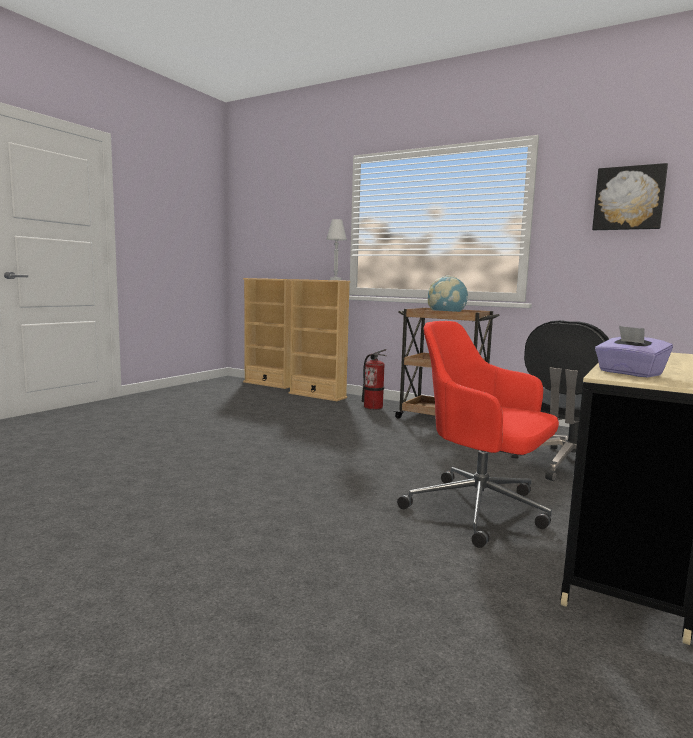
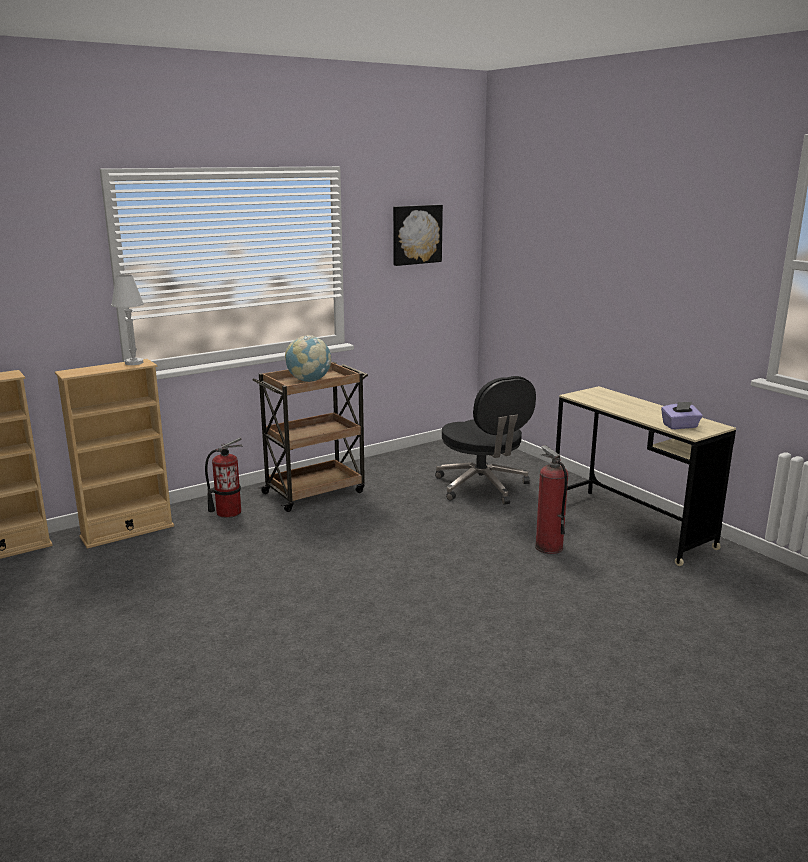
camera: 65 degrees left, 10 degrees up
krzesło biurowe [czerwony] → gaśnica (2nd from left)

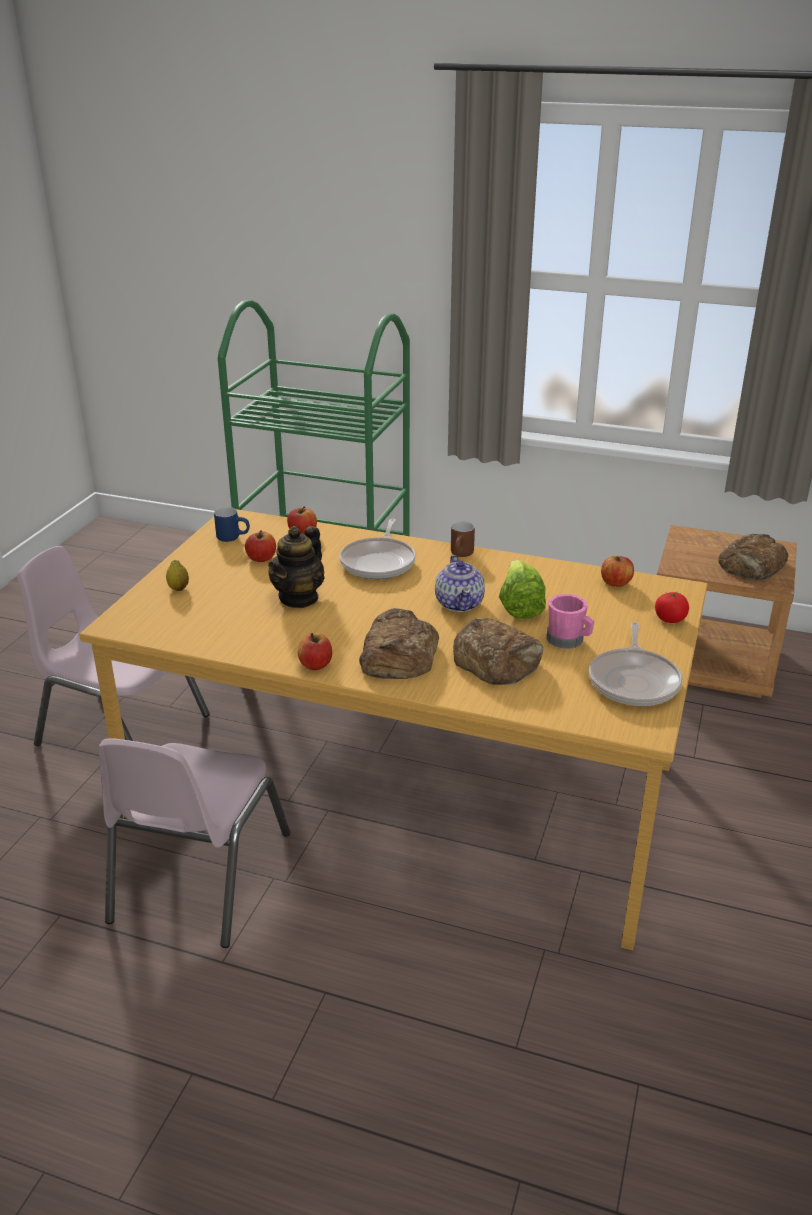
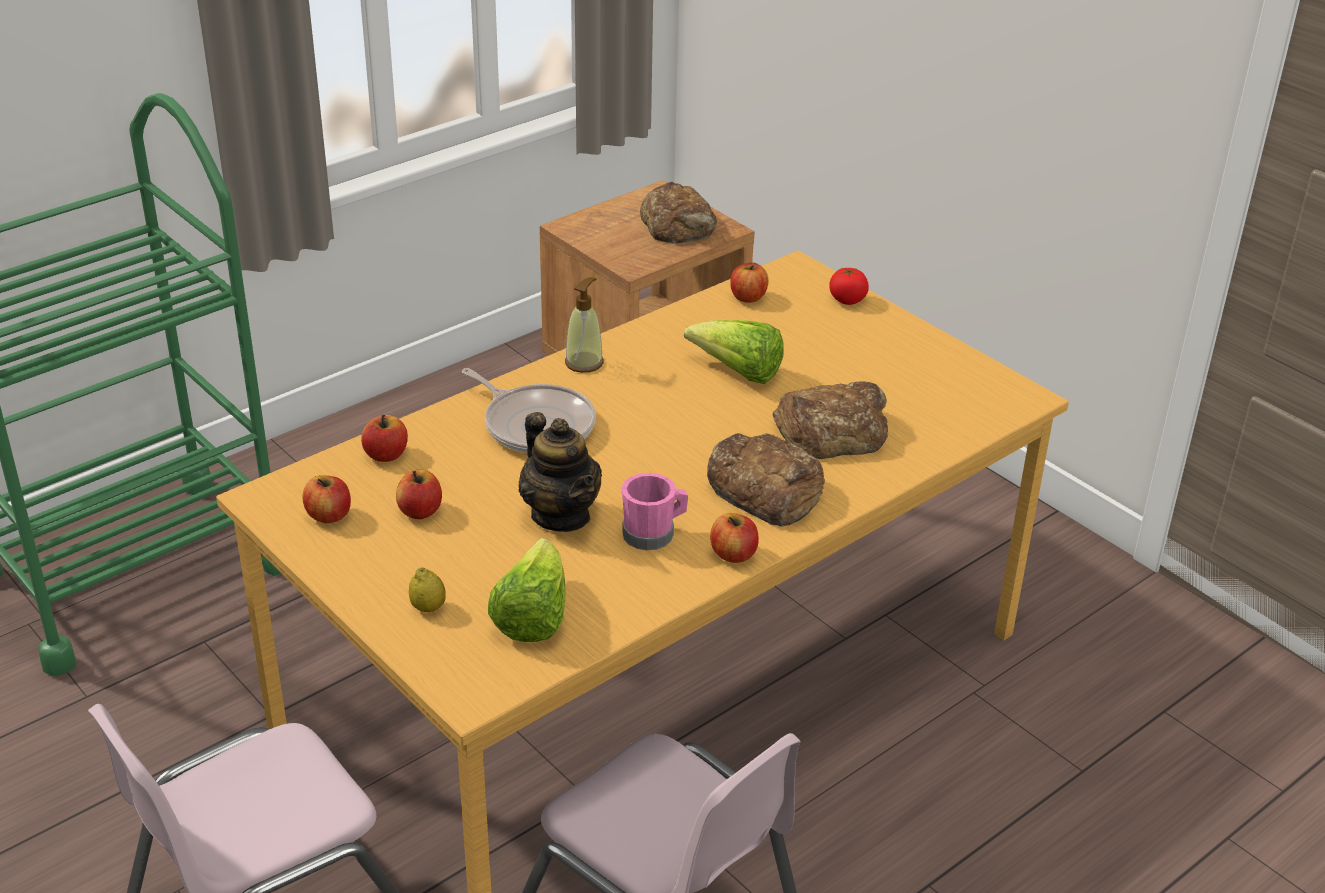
camera: 60 degrees left, 5 degrees up
kubek [niebieski] → jabłko (1st from left)
kubek [brązowy] → dozownik mydła
imbryk (2nd from left) → -
kubek [różowy], moved
patelnia (2nd from left) → -
- → sałata (1st from left)

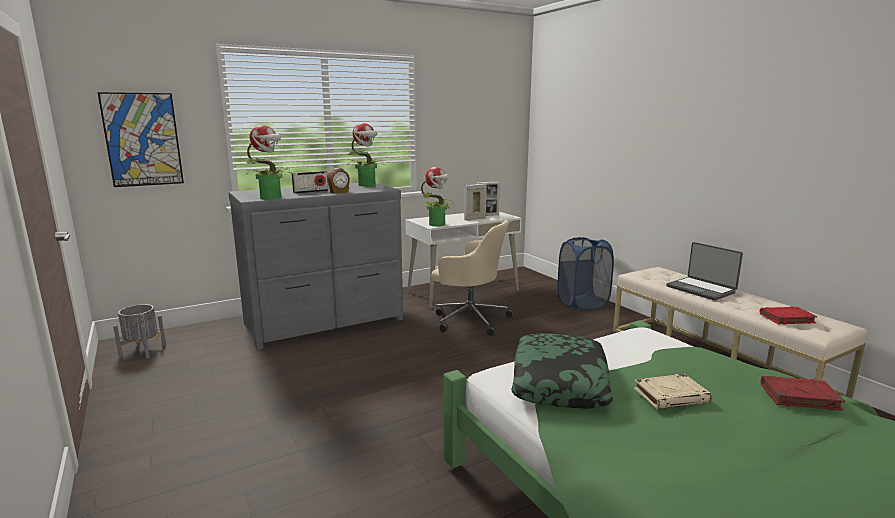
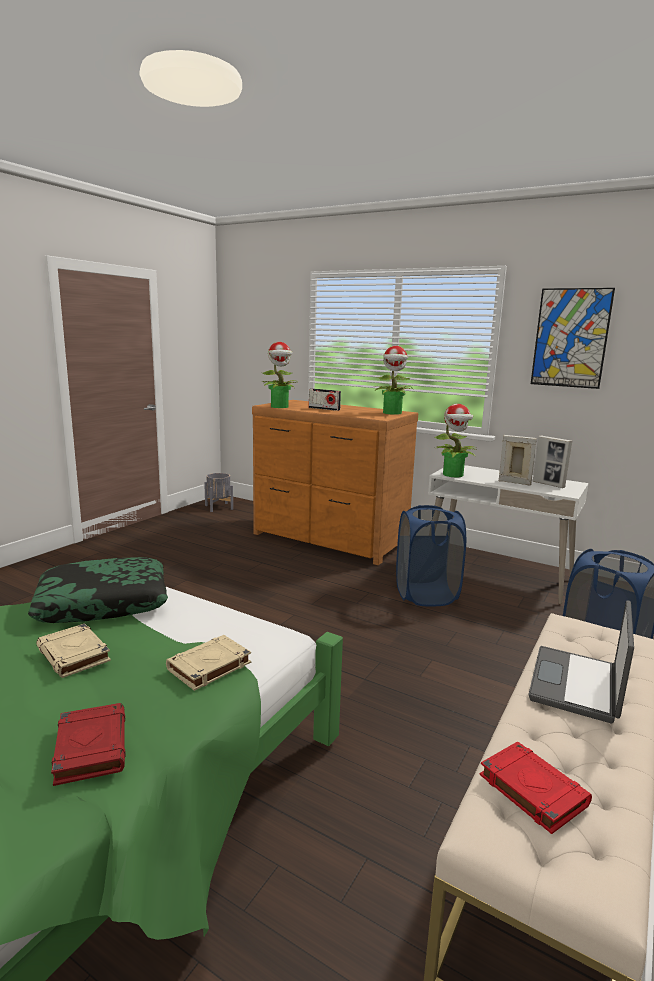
camera: 60 degrees right, 0 degrees up
obraz, moved
budzik → -
komoda [szary] → komoda [brązowy]
krzesło biurowe [beżowy] → kosz na pranie [niebieski] (1st from left)
- → książka [beżowy] (2nd from left)

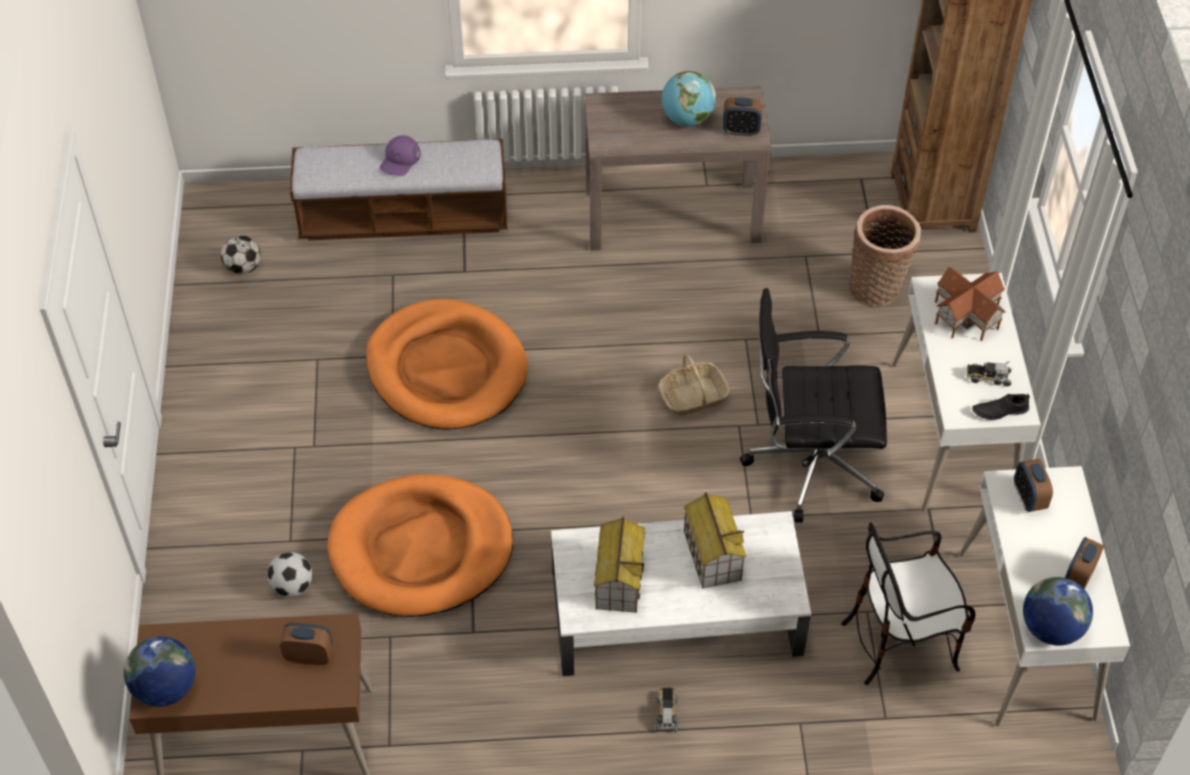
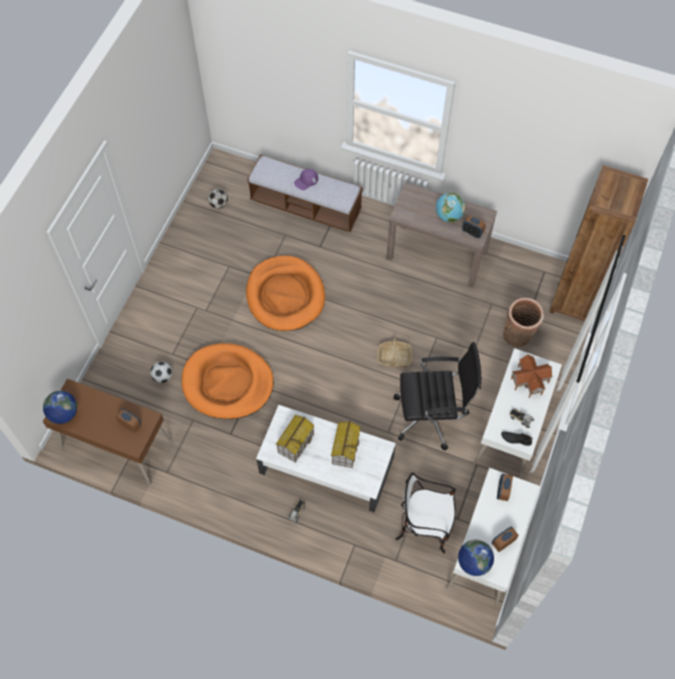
camera: 25 degrees right, 10 degrees up
krzesło biurowe [czarny], 150 degrees clockwise

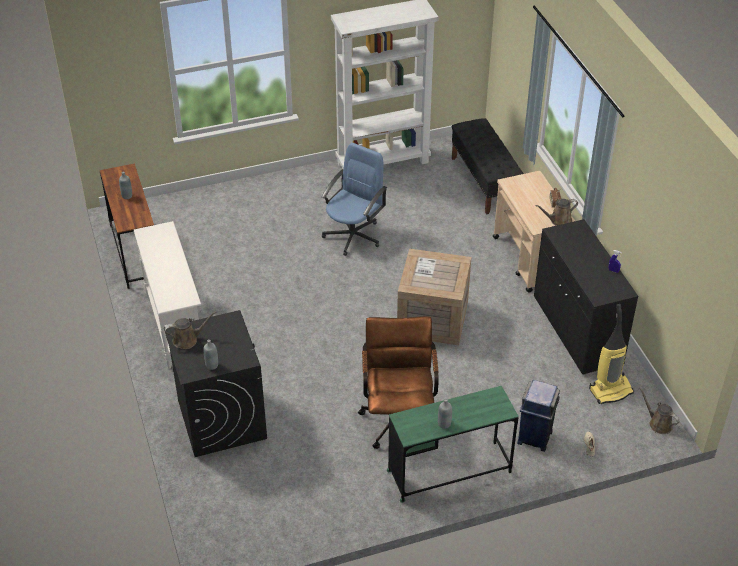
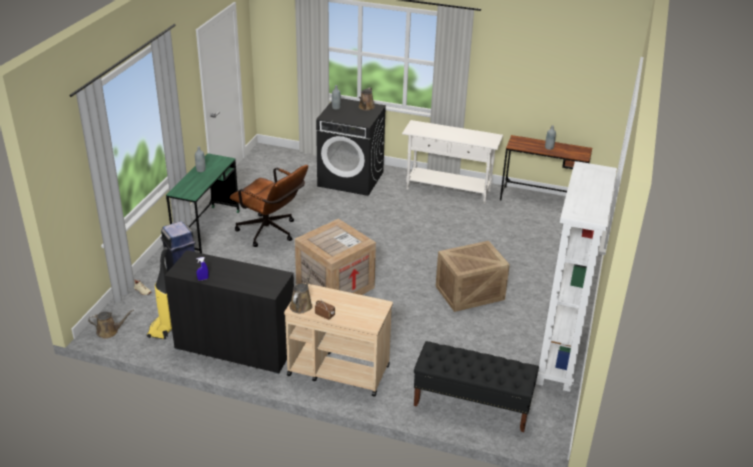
camera: 125 degrees right, 10 degrees down
krzesło biurowe [niebieski] → skrzynka (2nd from left)

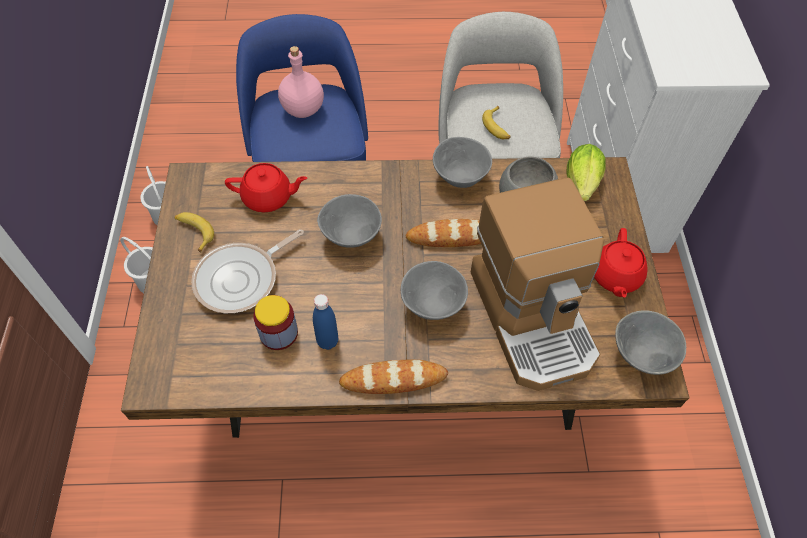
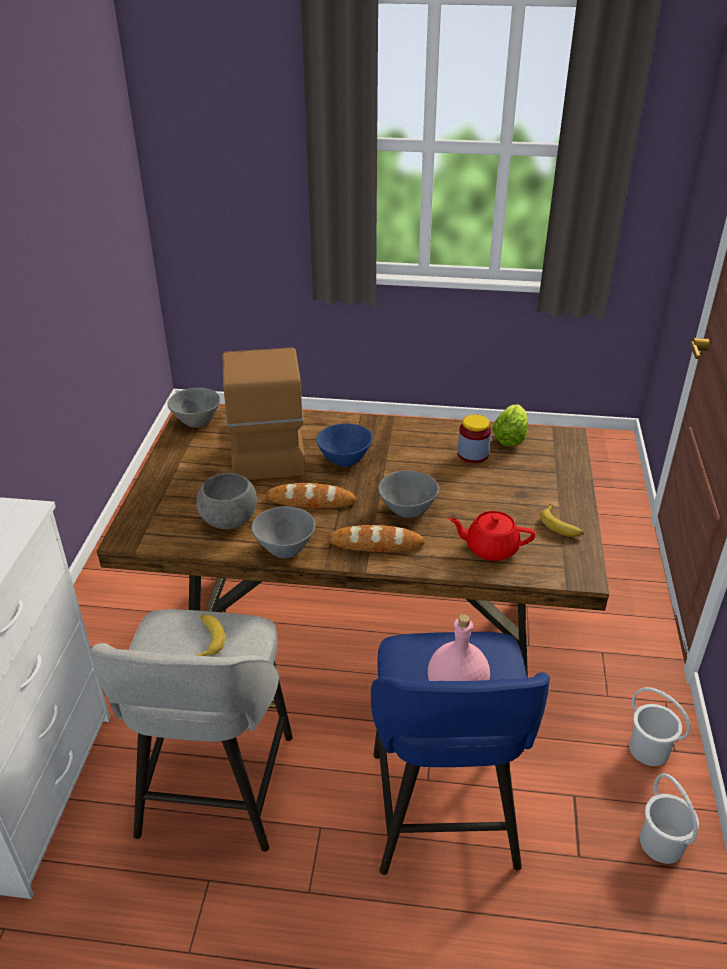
camera: 170 degrees left, 20 degrees down
sałata, moved
imbryk [czerwony] (2nd from left) → -
patelnia → -
miska [szary] (2nd from left) → miska [niebieski]
butelka [niebieski] → -
chleb (1st from left in the first image) → chleb (2nd from left), moved

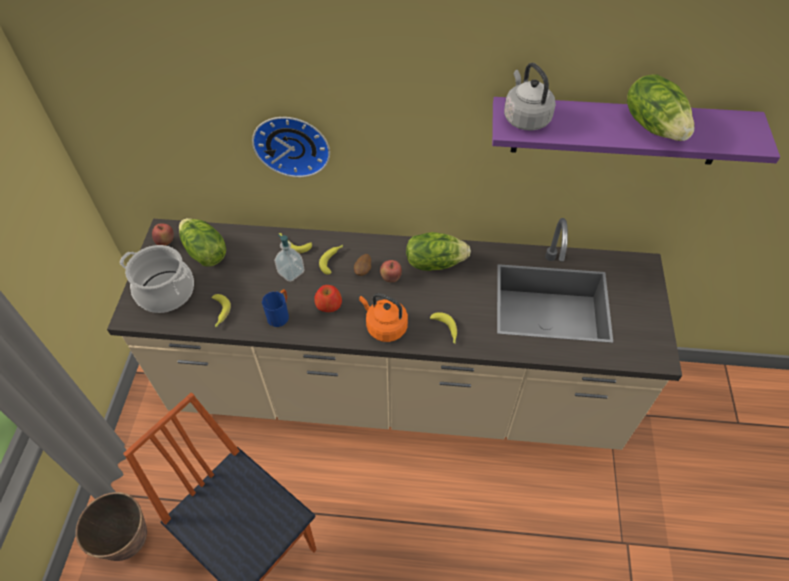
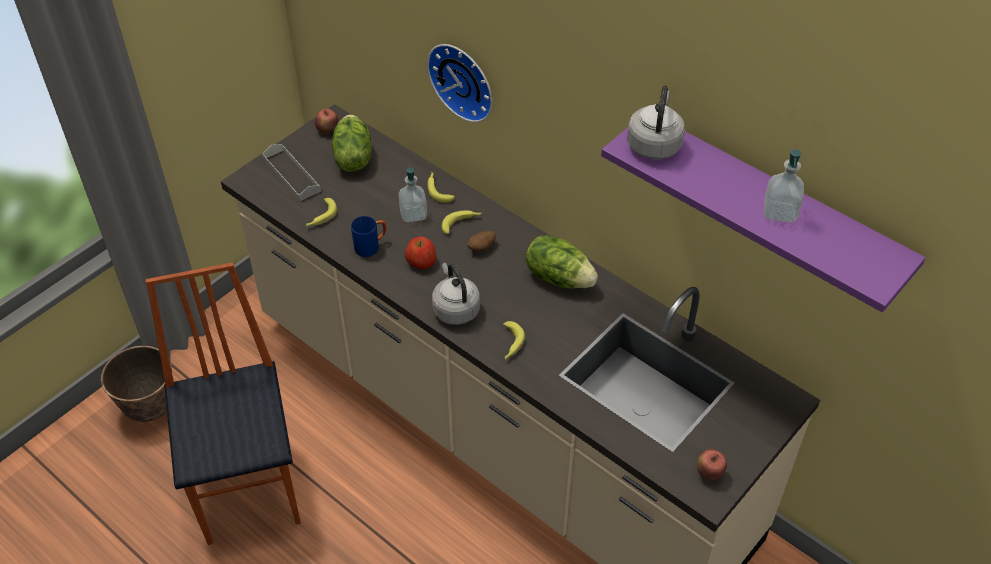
camera: 35 degrees right, 5 degrees down
sałata (3rd from left) → dozownik mydła (2nd from left)
garnek → taca [szary]
jabłko (3rd from left), moved
czajnik [pomarańczowy] → czajnik [szary] (1st from left)

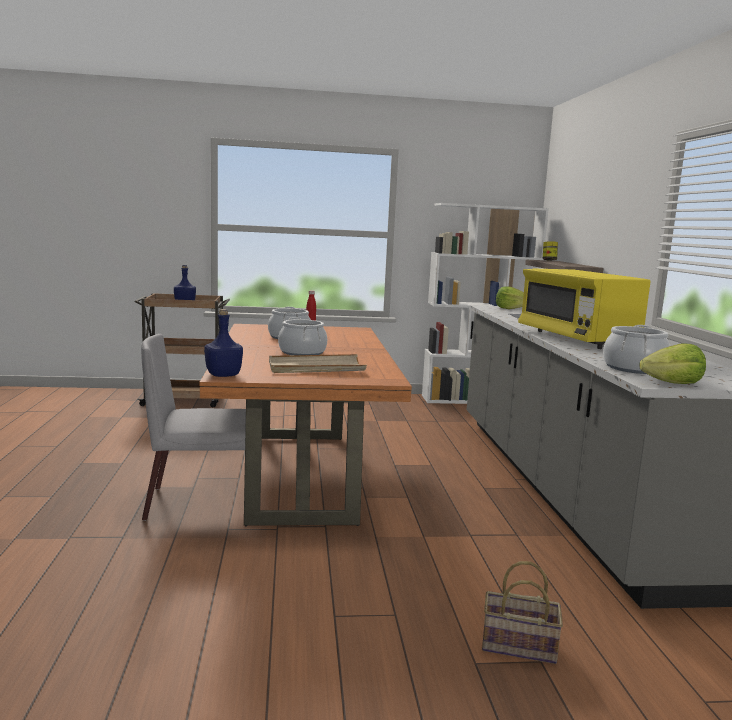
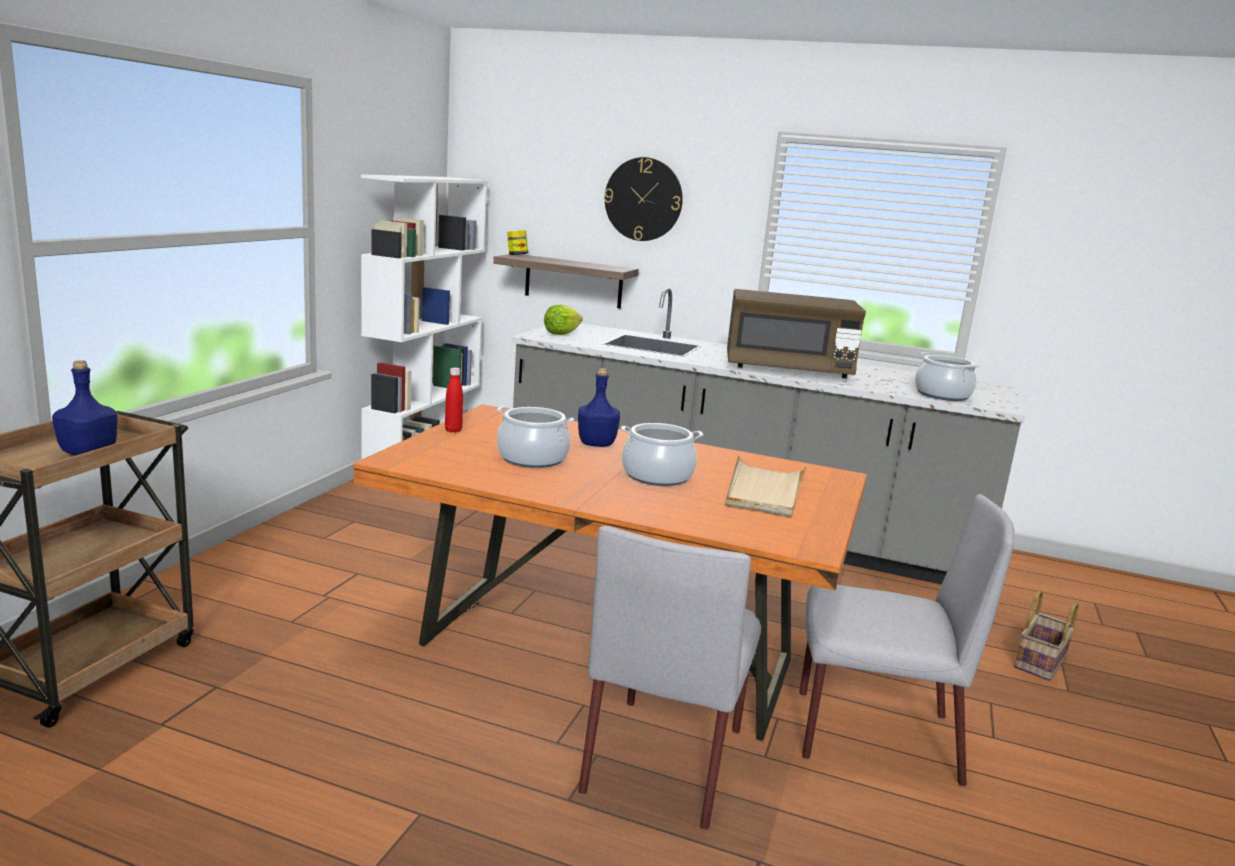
camera: 65 degrees left, 5 degrees up
mikrofalówka [żółty] → mikrofalówka [brązowy]
butelka [niebieski] (2nd from left), moved
sałata (2nd from left) → -
- → zegar ścienny
- → krzesło [szary] (2nd from left)

